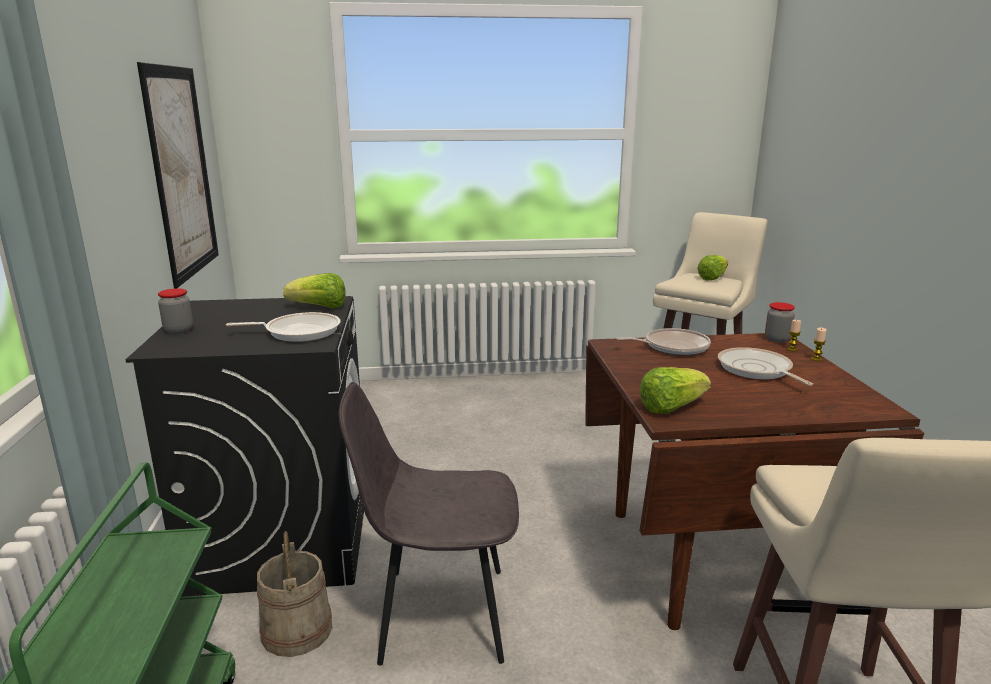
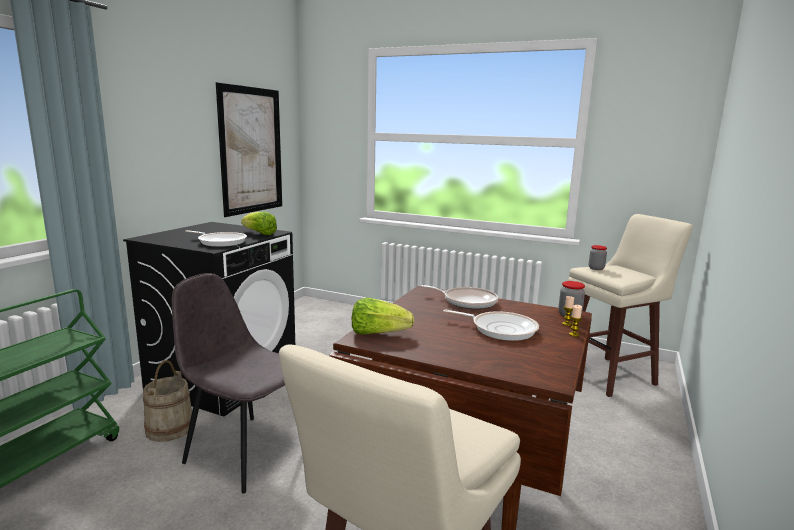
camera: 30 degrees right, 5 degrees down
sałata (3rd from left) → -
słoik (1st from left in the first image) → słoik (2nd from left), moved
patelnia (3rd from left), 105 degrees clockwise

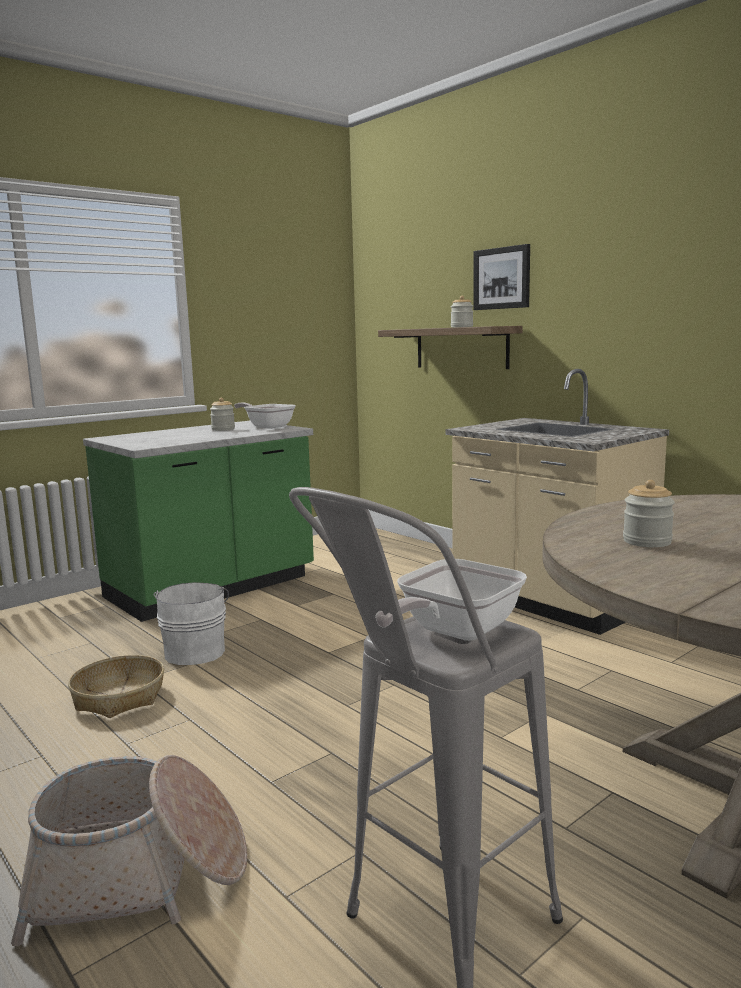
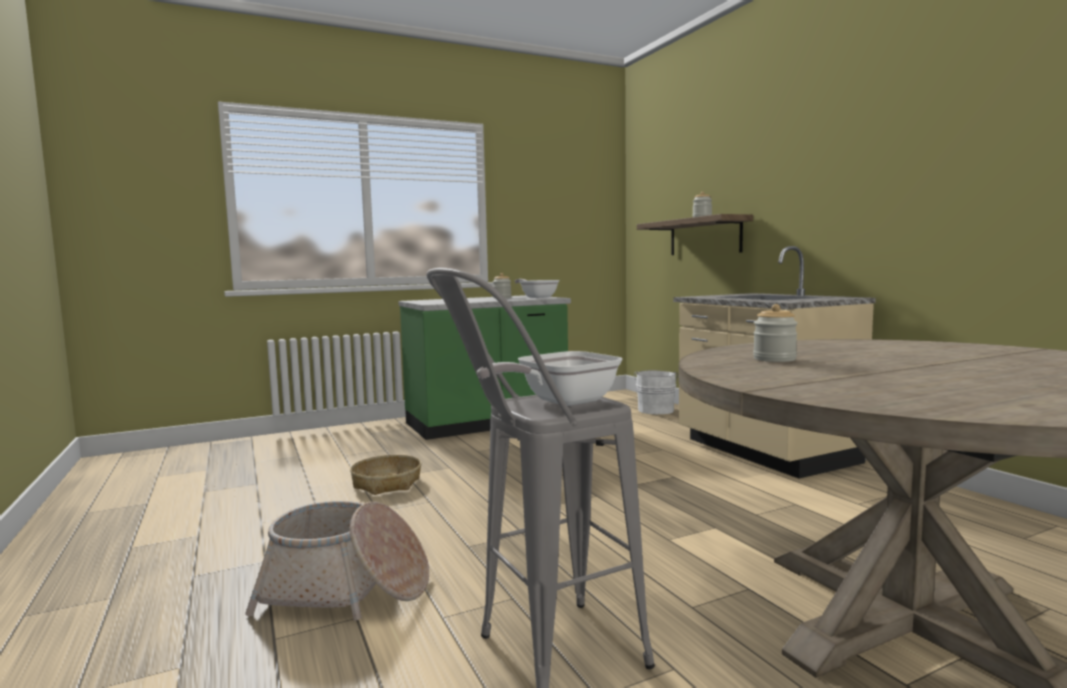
camera: 15 degrees right, 5 degrees down
obraz → -
wiadro [biały], moved

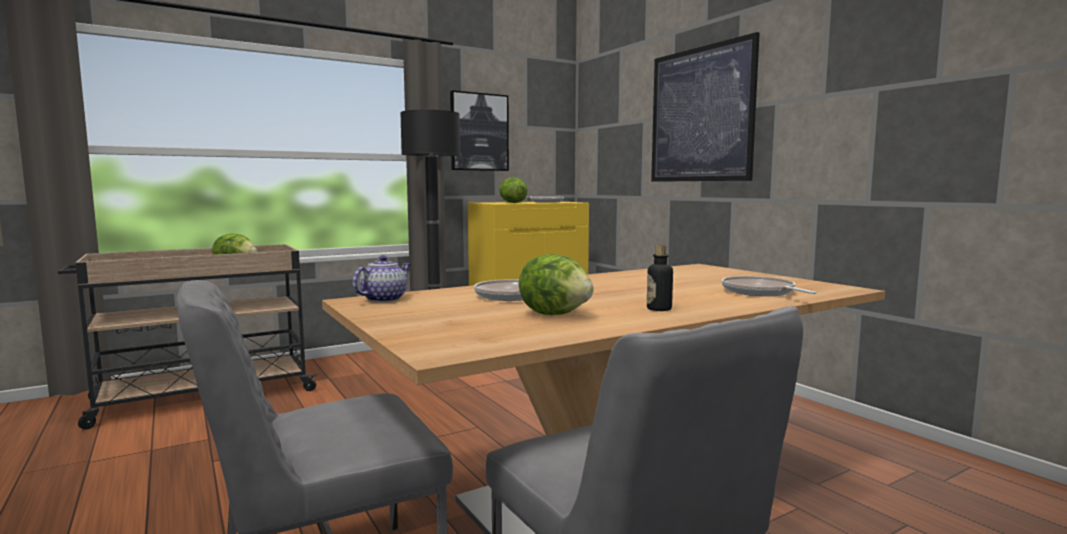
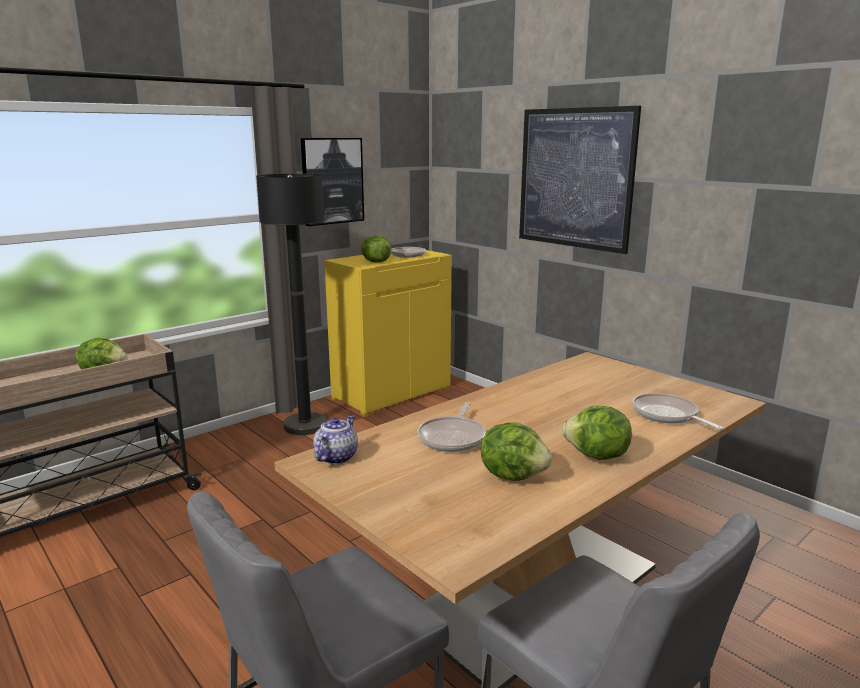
camera: 10 degrees left, 10 degrees up
butelka → sałata (4th from left)

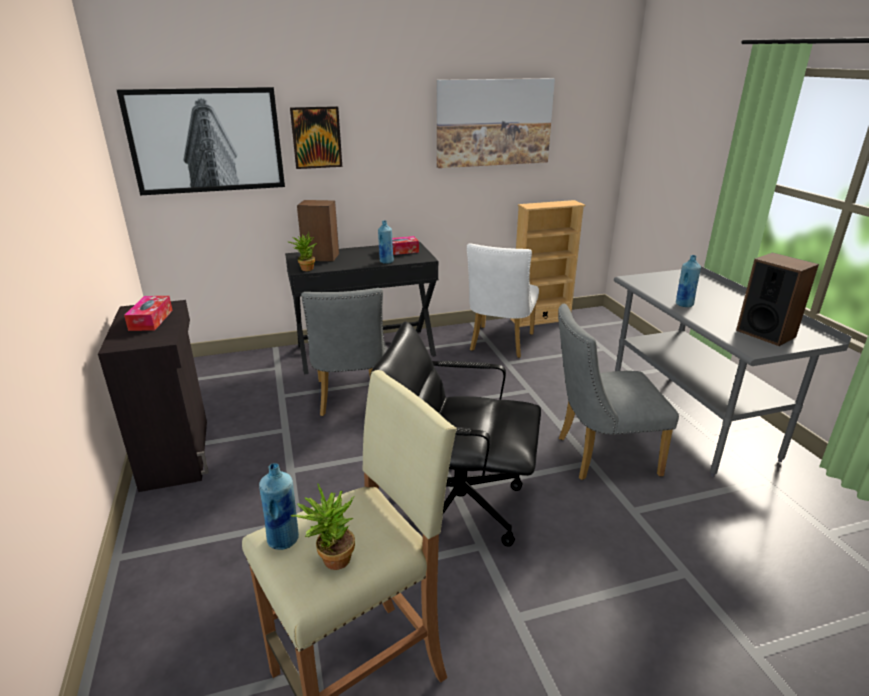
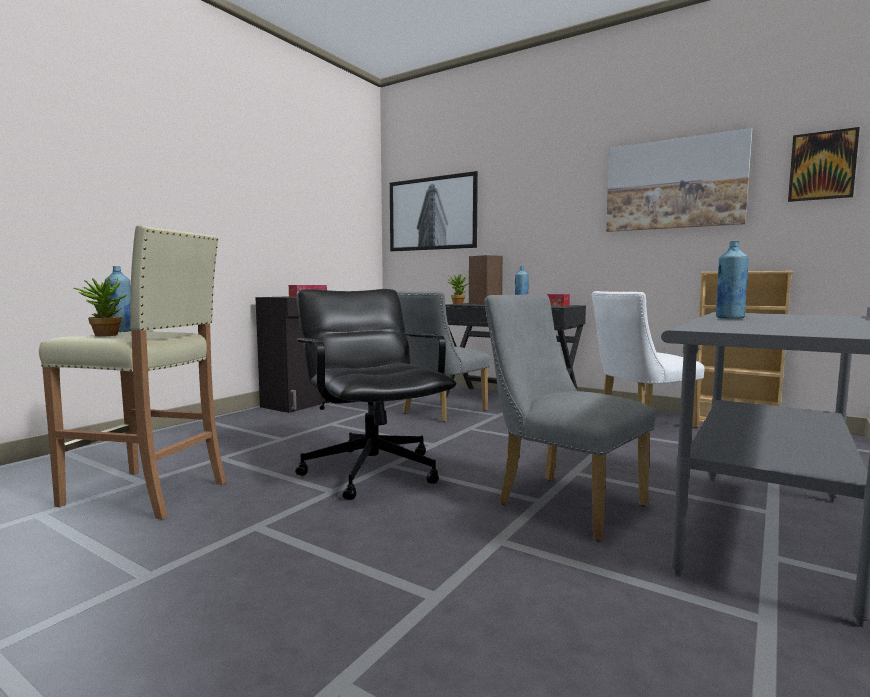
camera: 50 degrees right, 20 degrees down
obraz (2nd from left in the first image) → obraz (3rd from left), moved
głośnik (2nd from left) → -

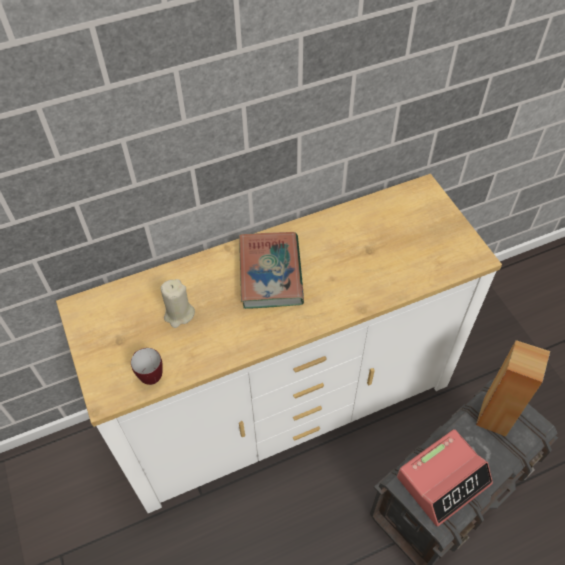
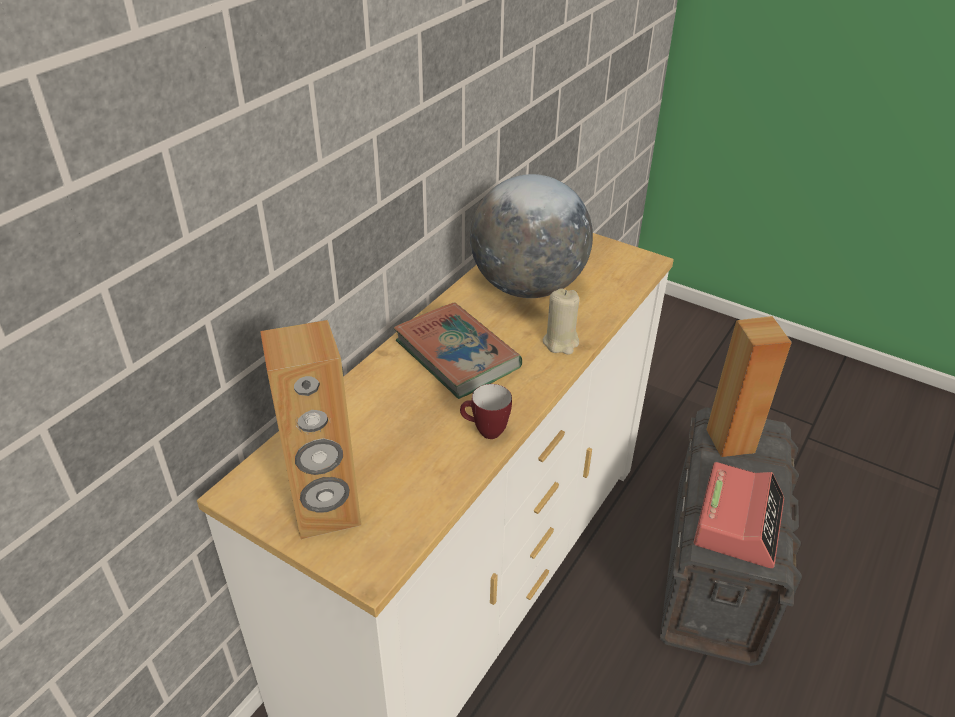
camera: 35 degrees left, 15 degrees down
świeca [beżowy], moved
kubek, moved
- → globus
- → głośnik [brązowy] (1st from left)

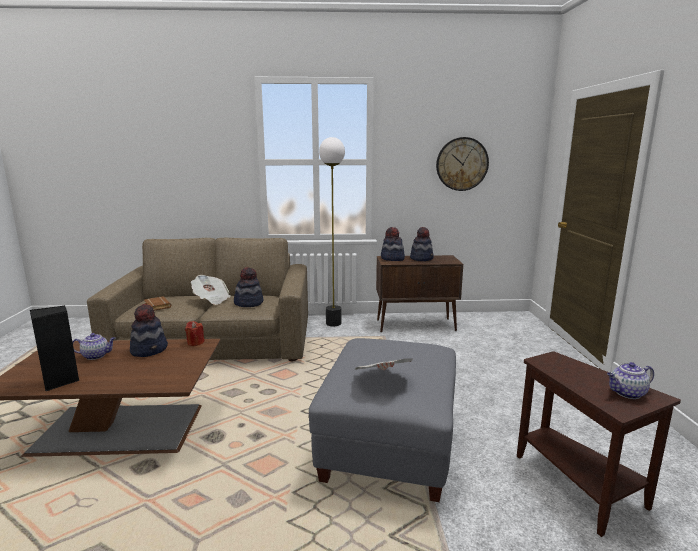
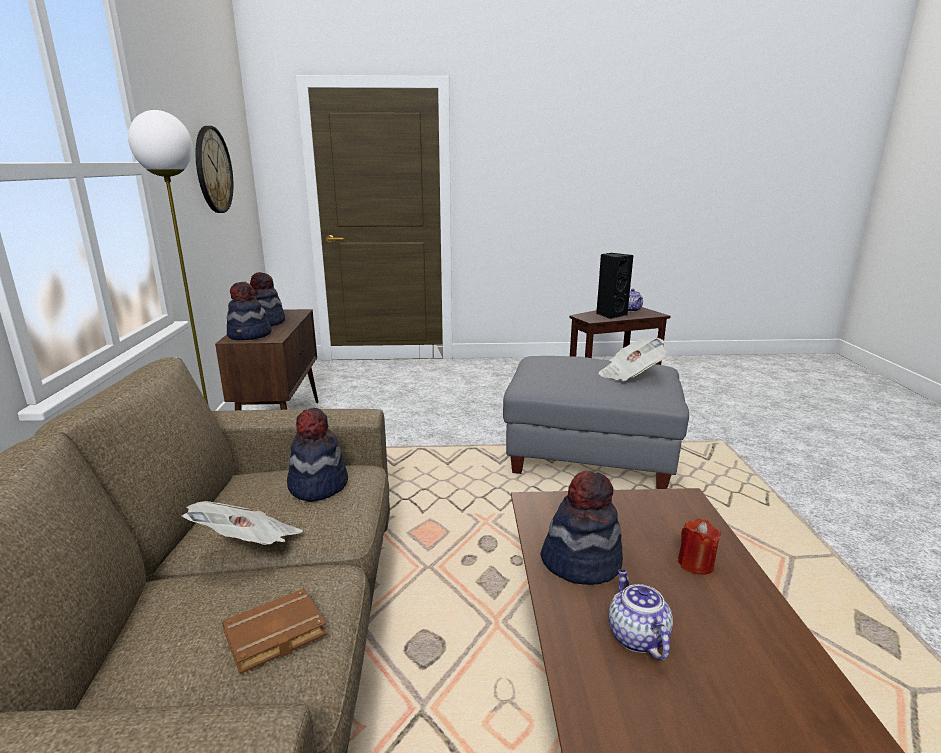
camera: 90 degrees left, 5 degrees up
głośnik [czarny], moved
świeca [czerwony], moved

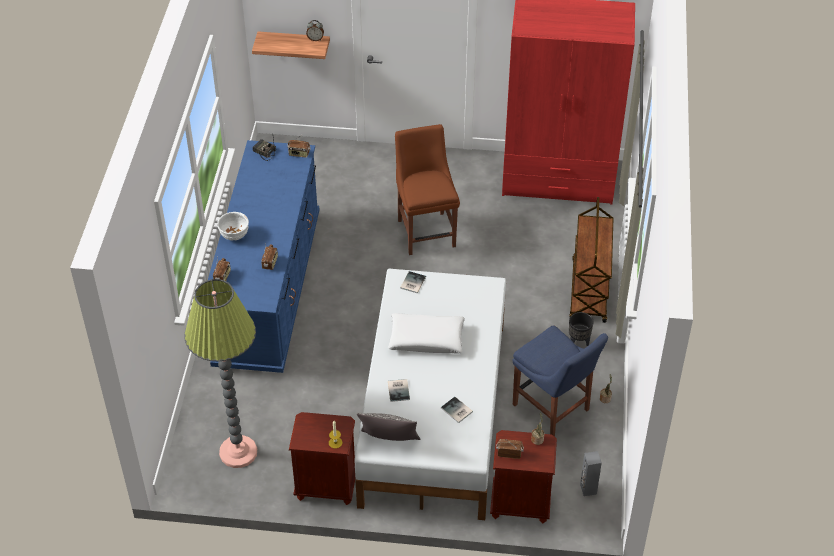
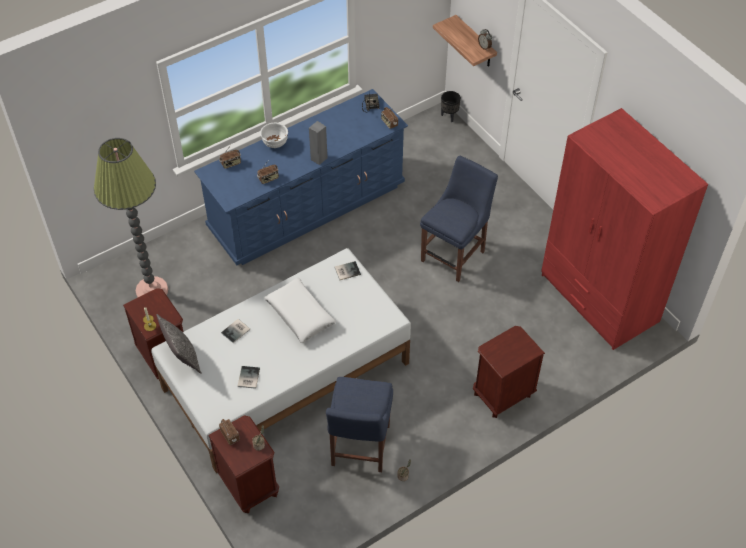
camera: 50 degrees right, 5 degrees up
krzesło [brązowy] → krzesło [niebieski] (2nd from left)
wózek [brązowy] → szafka nocna [brązowy] (3rd from left)
donica [czarny], moved
głośnik [szary], moved

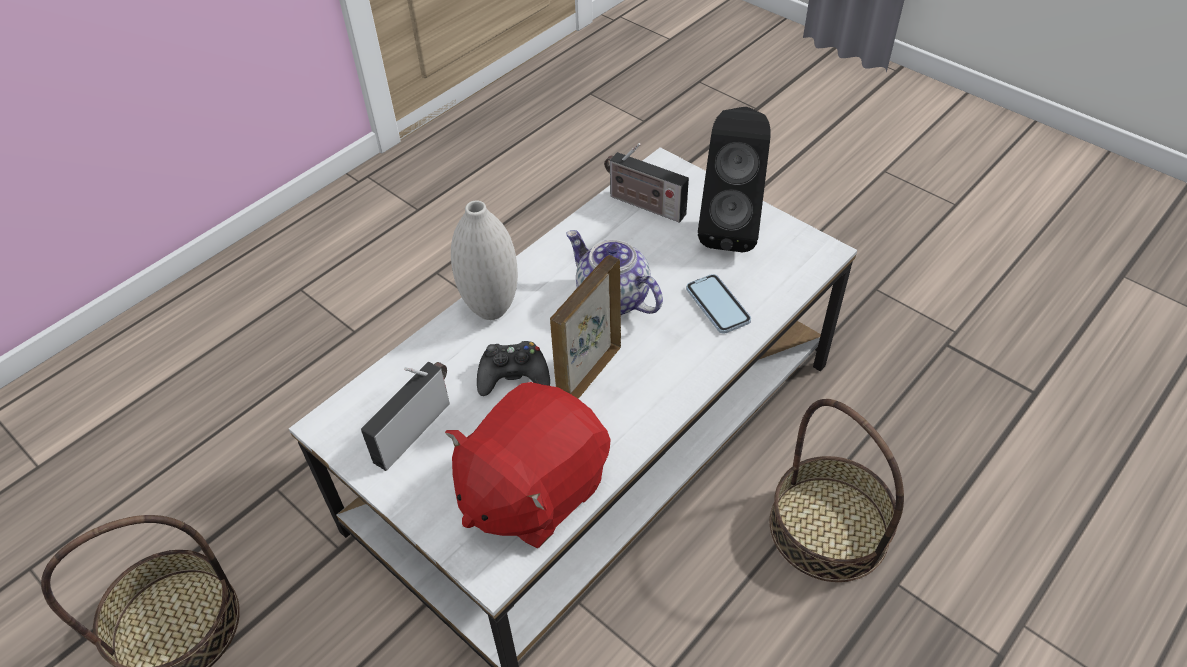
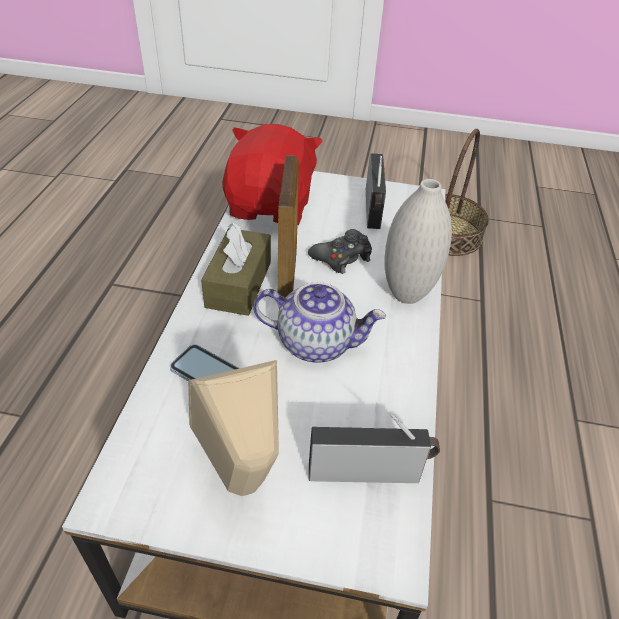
camera: 145 degrees right, 5 degrees down
głośnik [czarny] → głośnik [beżowy]
koszyk (2nd from left) → -
- → pudełko chusteczek [brązowy]

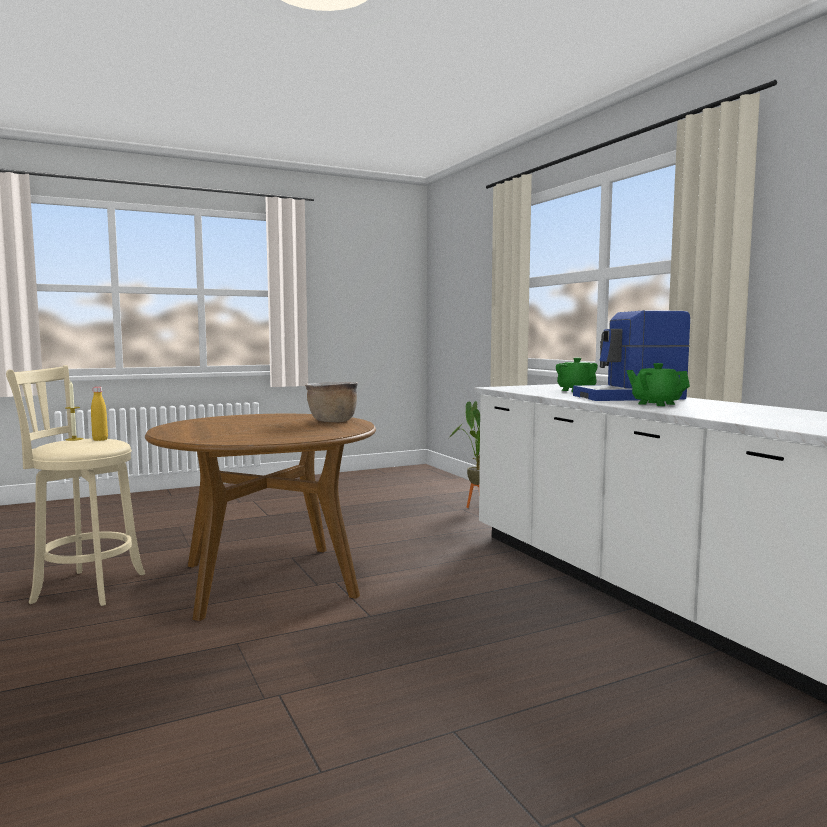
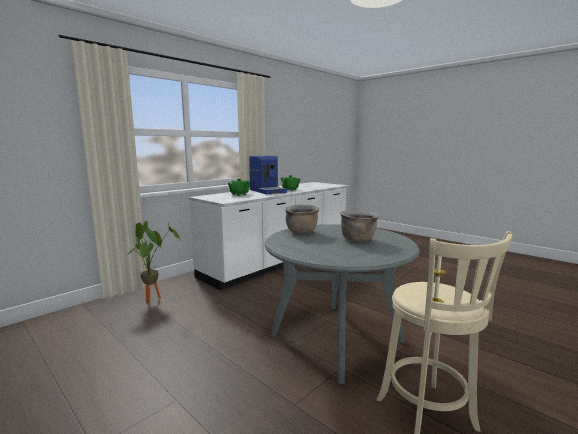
camera: 110 degrees left, 5 degrees up
butelka [żółty] → -
stół jadalny [brązowy] → stół jadalny [szary]
- → garnek [brązowy] (2nd from left)

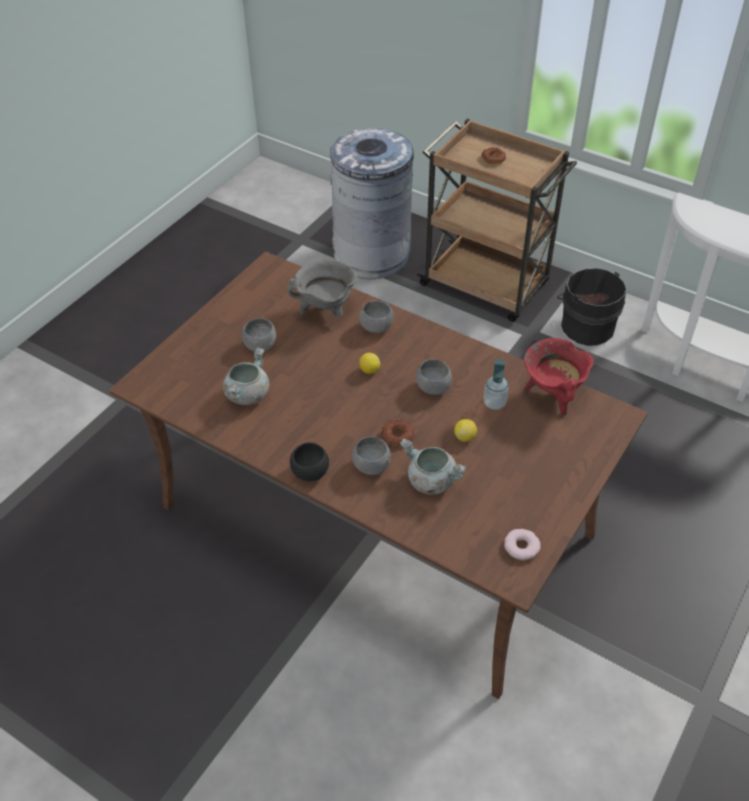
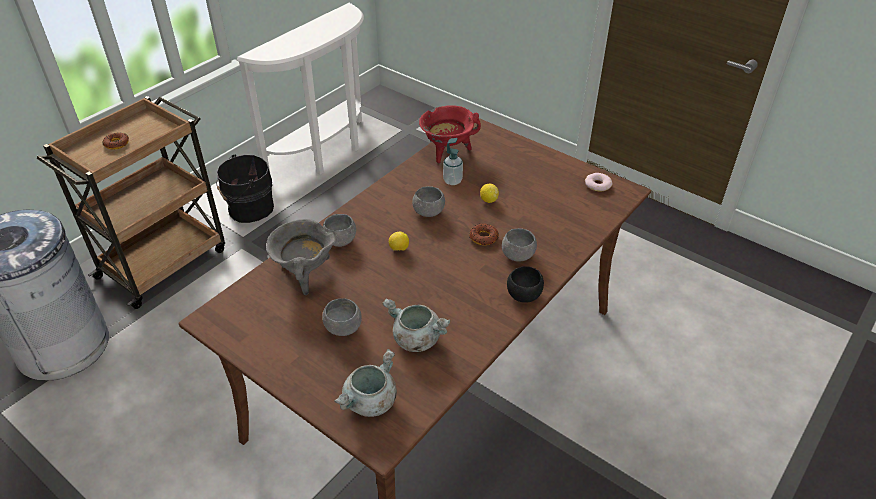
camera: 85 degrees left, 5 degrees down
garnek [szary] (3rd from left in the first image) → garnek [szary] (2nd from left), moved

